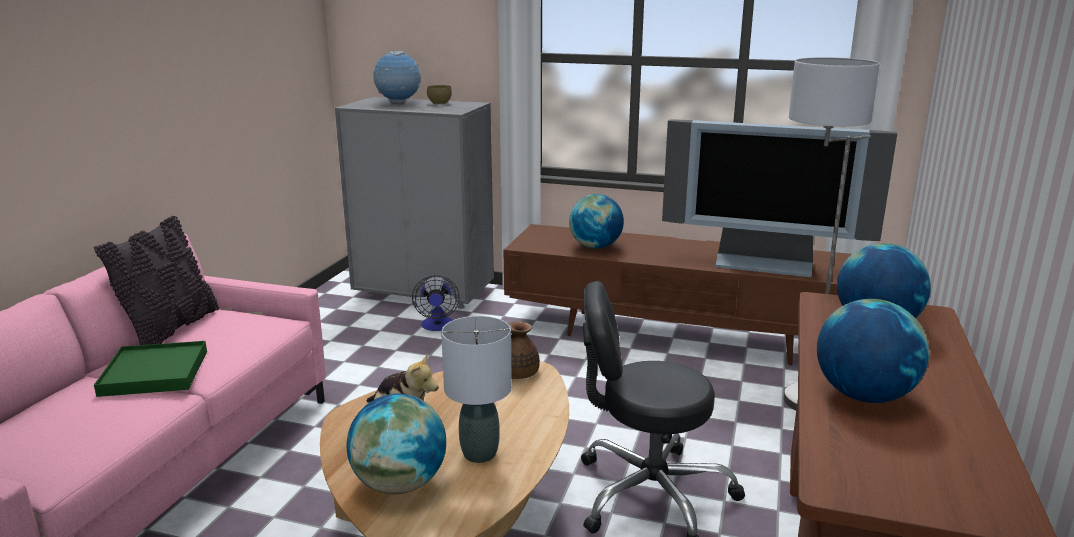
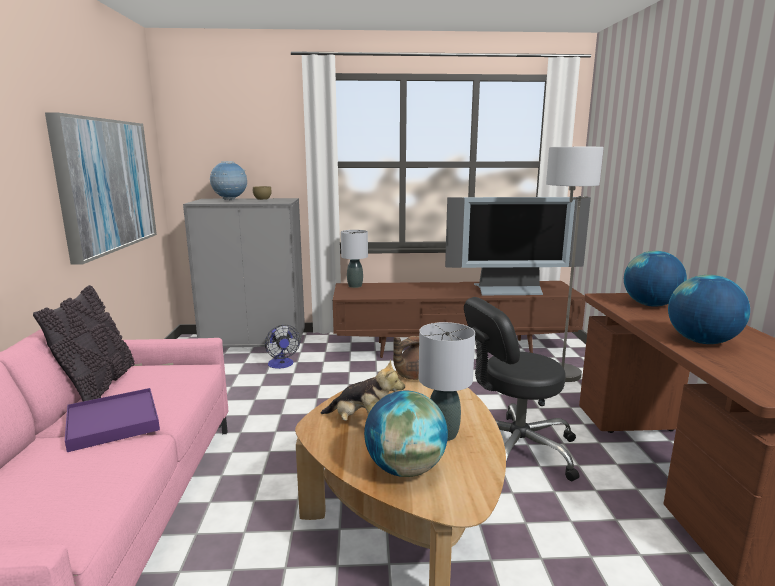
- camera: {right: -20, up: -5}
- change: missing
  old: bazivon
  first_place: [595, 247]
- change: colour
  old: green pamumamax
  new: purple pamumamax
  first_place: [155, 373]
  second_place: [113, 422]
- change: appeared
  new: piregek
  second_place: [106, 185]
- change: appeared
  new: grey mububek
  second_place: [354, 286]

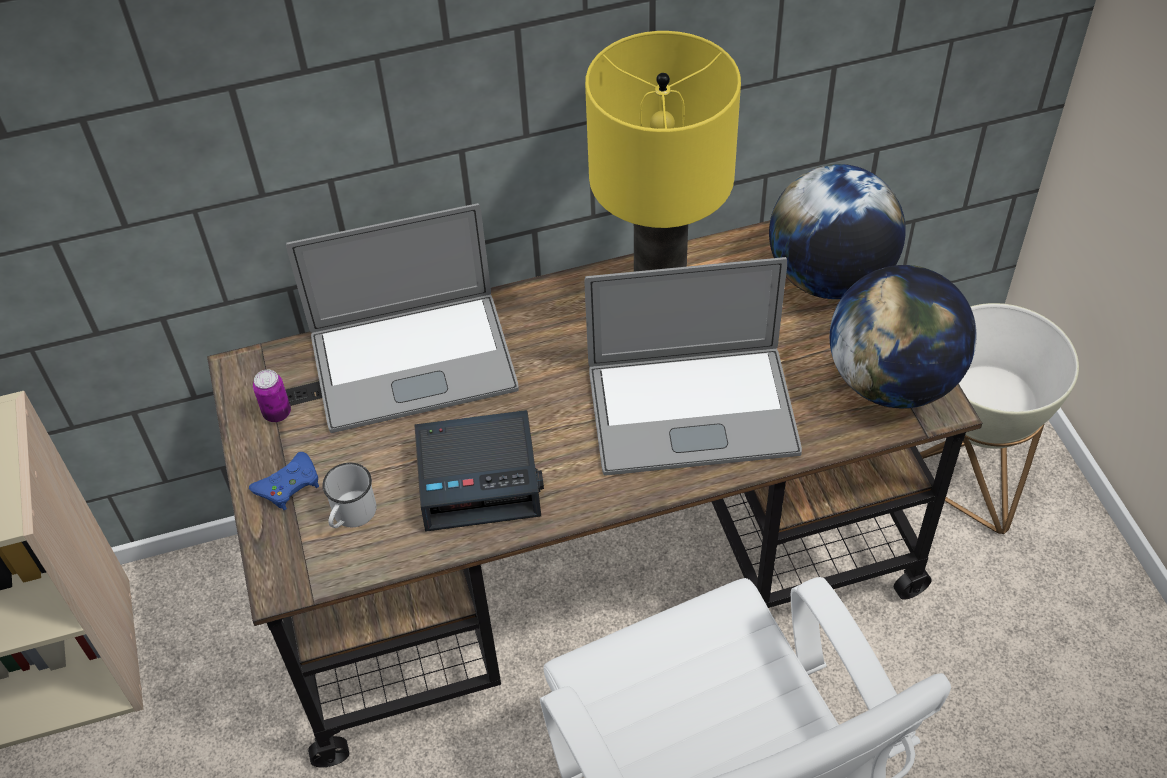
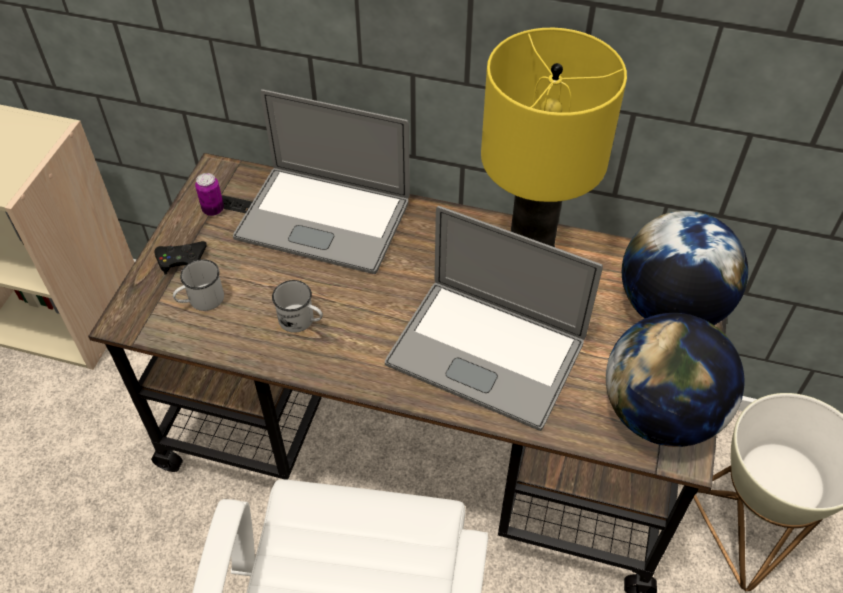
- camera: {right: 30, up: 0}
- change: exchanged
  old: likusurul
  new: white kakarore
  first_place: [480, 478]
  second_place: [301, 321]
- change: colour
  old: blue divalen
  new: black divalen
  first_place: [288, 485]
  second_place: [181, 260]

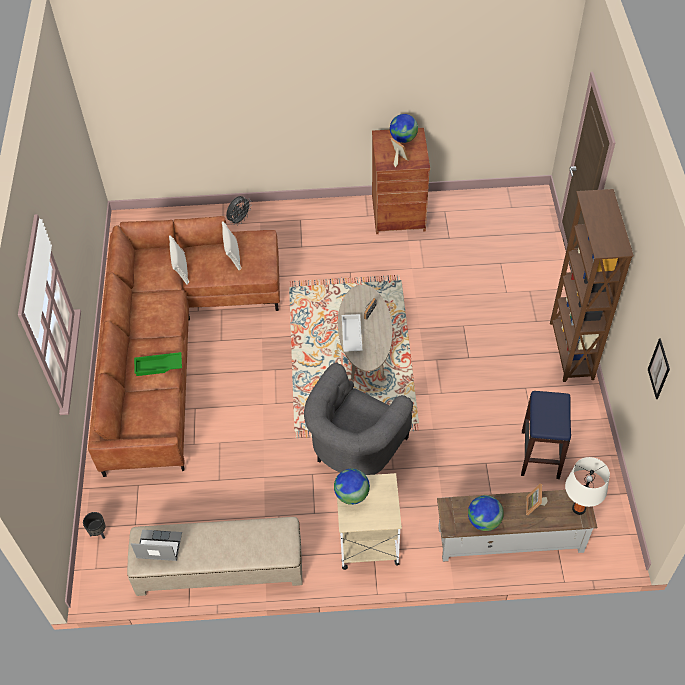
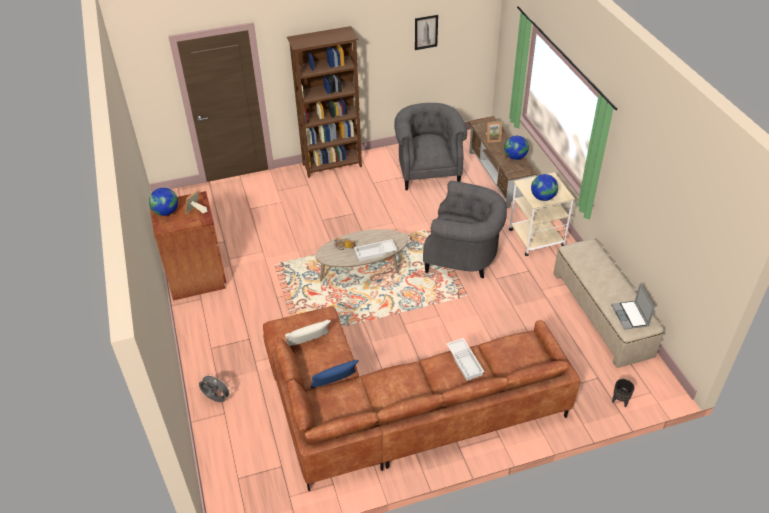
- camera: {right: -105, up: -10}
- change: colour
  old: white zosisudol
  new: blue zosisudol
  first_place: [180, 269]
  second_place: [335, 383]
- change: colour
  old: green pamumamax
  new: white pamumamax
  first_place: [158, 367]
  second_place: [465, 361]
- change: exchanged
  old: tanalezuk
  new: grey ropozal
  first_place: [540, 455]
  second_place: [428, 170]
- change: missing
  old: white mububek
  first_place: [578, 508]

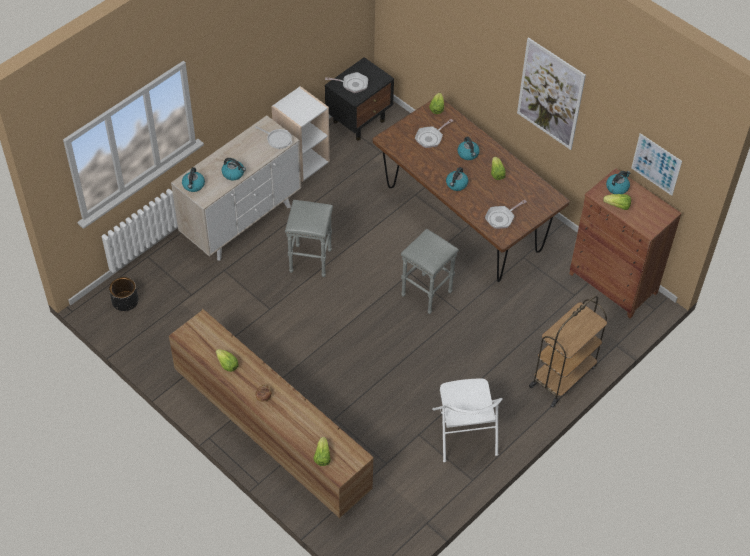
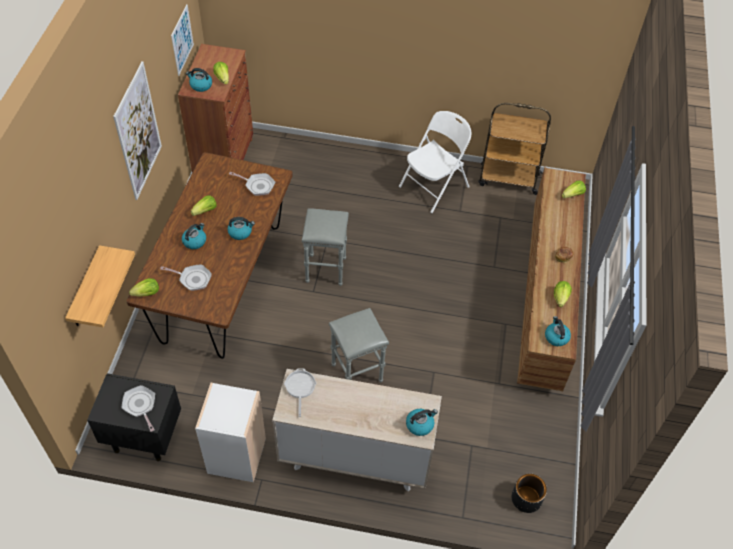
- camera: {right: -125, up: 0}
- change: relocated
  old: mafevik
  first_place: [233, 173]
  second_place: [556, 337]
- change: relocated
  old: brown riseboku
  first_place: [564, 376]
  second_place: [507, 179]
- change: appeared
  new: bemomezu
  second_place: [86, 289]

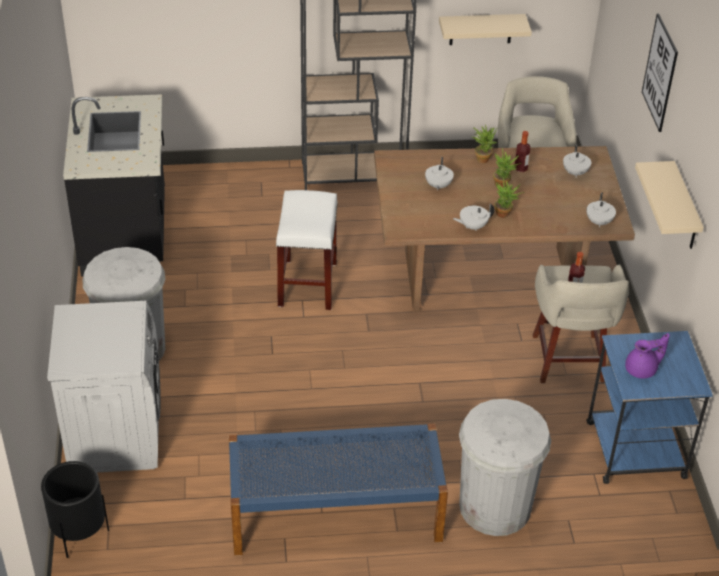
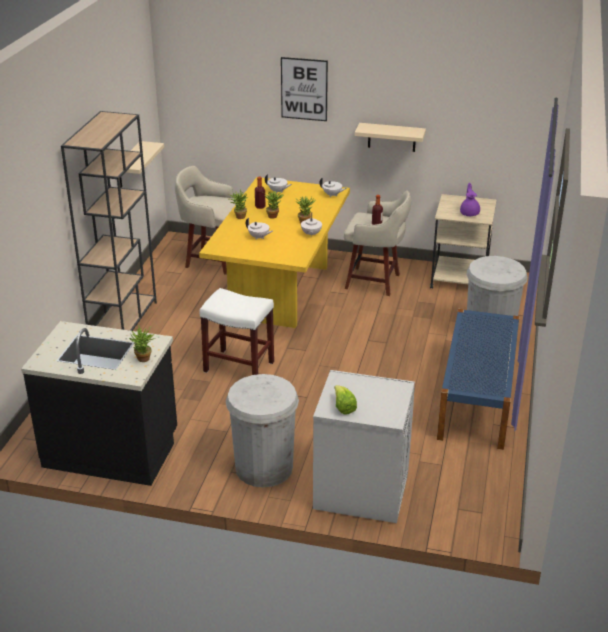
- camera: {right: -70, up: -10}
- change: colour
  old: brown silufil
  new: yellow silufil
  first_place: [489, 279]
  second_place: [280, 292]
- change: colour
  old: blue riseboku
  new: beige riseboku
  first_place: [635, 451]
  second_place: [460, 279]
- change: missing
  old: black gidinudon
  first_place: [79, 535]
- change: appeared
  new: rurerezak
  second_place: [144, 360]
- change: appeared
  new: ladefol
  second_place: [343, 407]

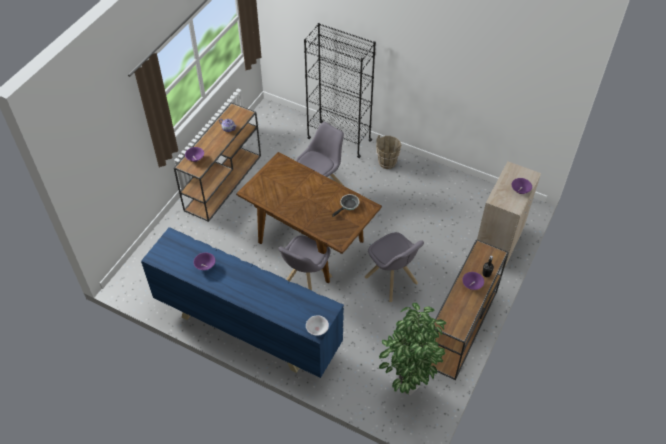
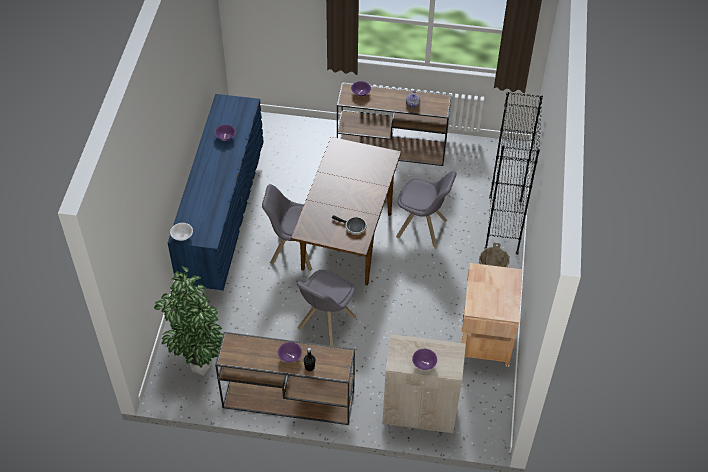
- camera: {right: 70, up: 0}
- change: appeared
  new: brown riseboku
  second_place: [485, 341]

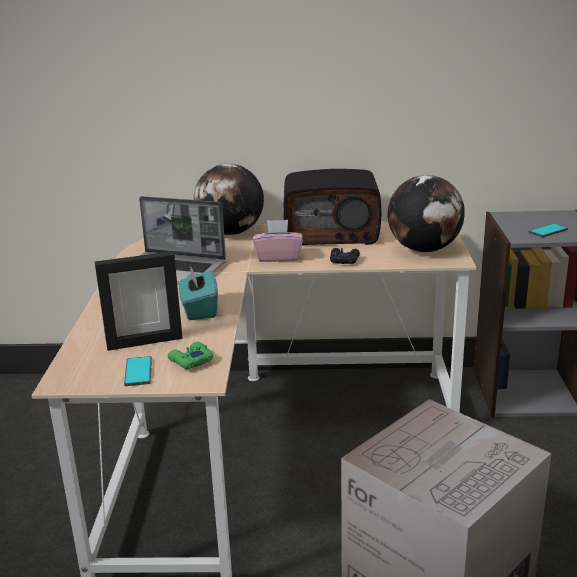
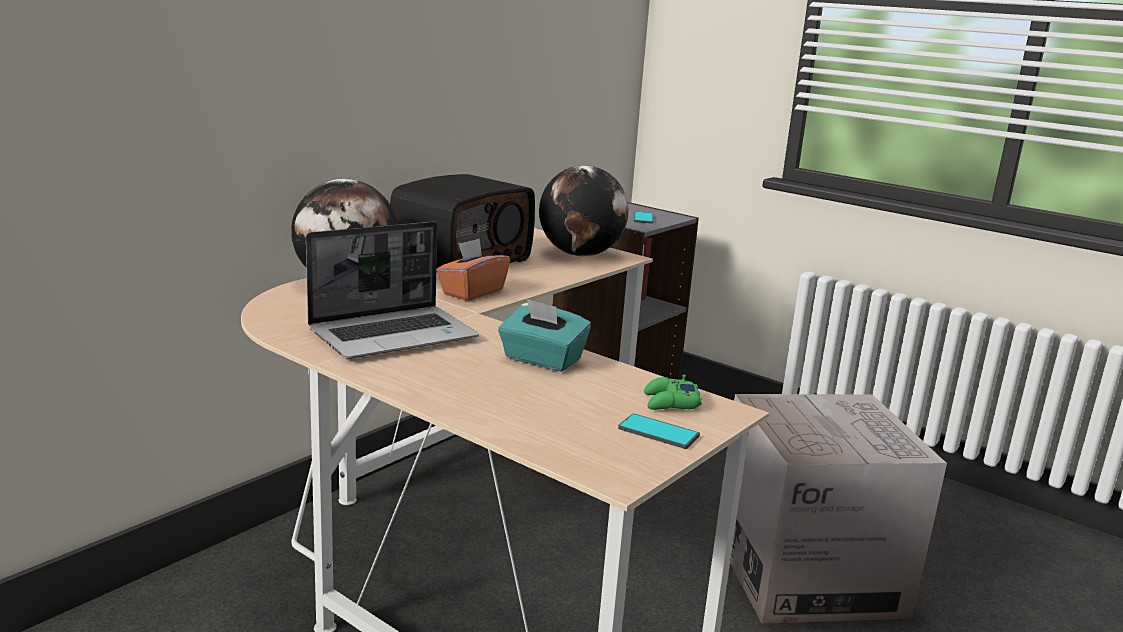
- camera: {right: -55, up: -5}
- change: colour
  old: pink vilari
  new: orange vilari
  first_place: [278, 257]
  second_place: [472, 292]
- change: missing
  old: black divalen
  first_place: [344, 260]
- change: missing
  old: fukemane
  first_place: [144, 341]

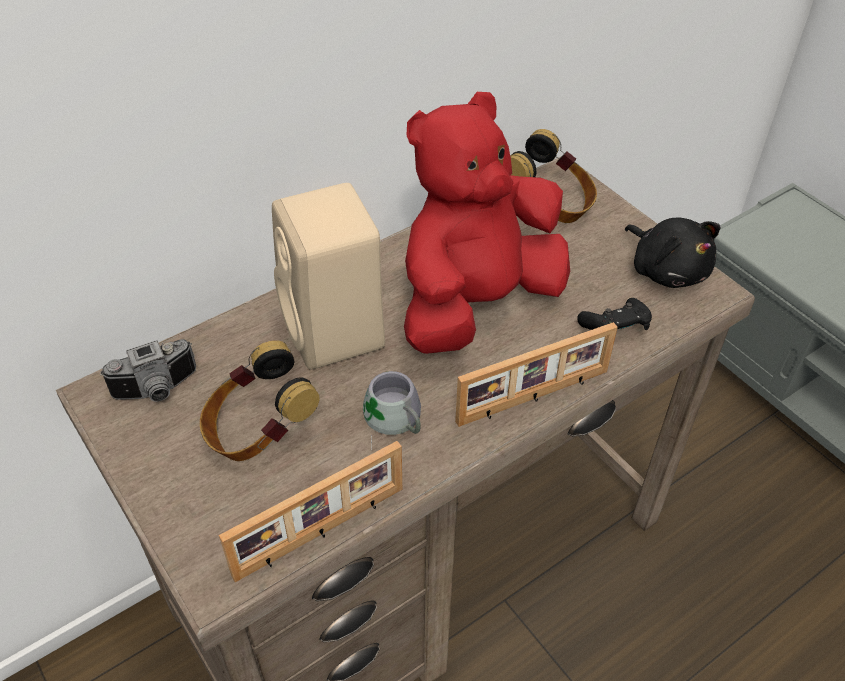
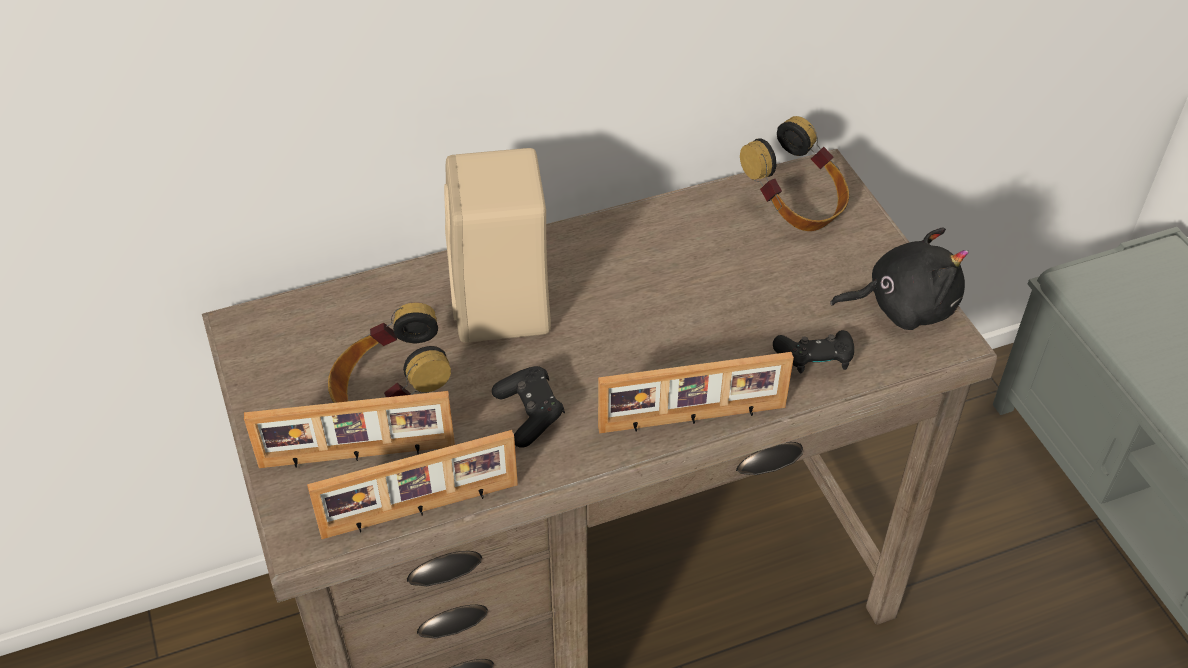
- camera: {right: 15, up: 0}
- change: missing
  old: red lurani
  first_place: [476, 303]
- change: spun
  old: black lurani
  first_place: [667, 269]
  second_place: [903, 306]
  degrees: -75
- change: missing
  old: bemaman
  first_place: [157, 391]
- change: exchanged
  old: grey kakarore
  new: black divalen
  first_place: [391, 422]
  second_place: [530, 414]
- change: appeared
  new: fukemane
  second_place: [357, 456]

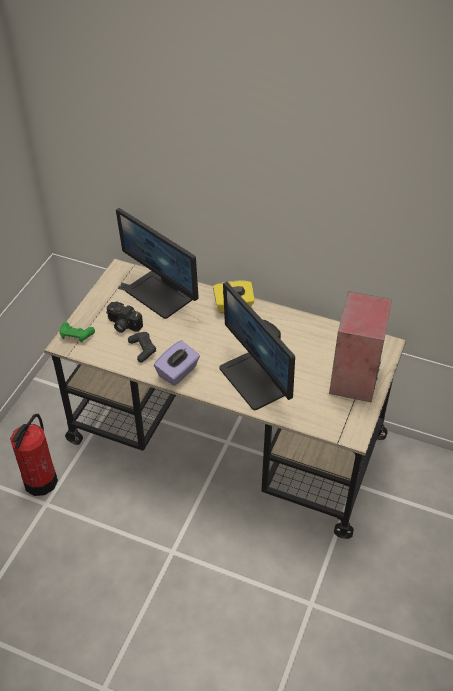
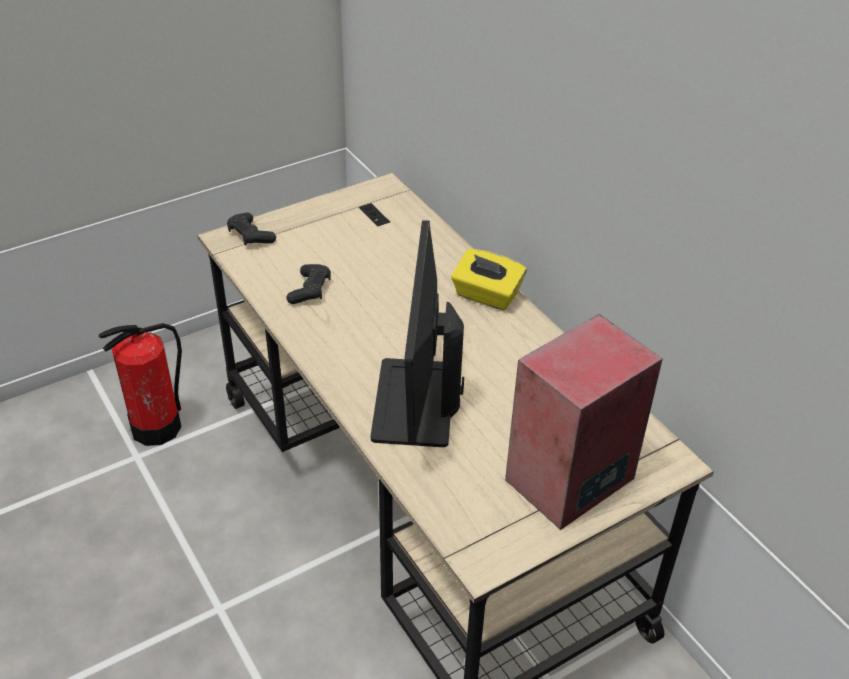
- camera: {right: 35, up: -5}
- change: missing
  old: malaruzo
  first_place: [160, 294]
- change: missing
  old: bemaman
  first_place: [122, 325]
- change: colour
  old: green divalen
  new: black divalen
  first_place: [76, 335]
  second_place: [250, 236]
- change: missing
  old: purple vilari
  first_place: [178, 372]

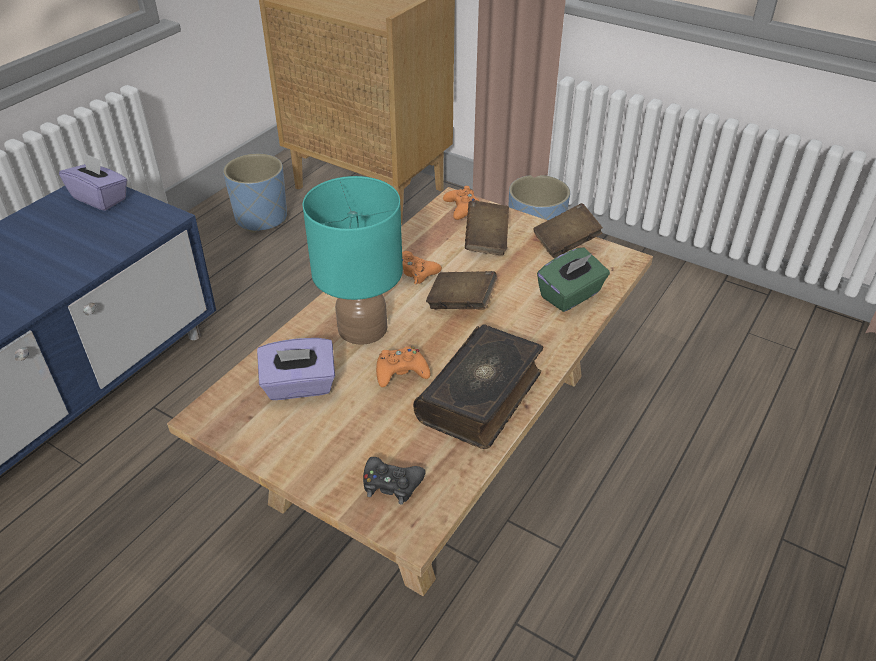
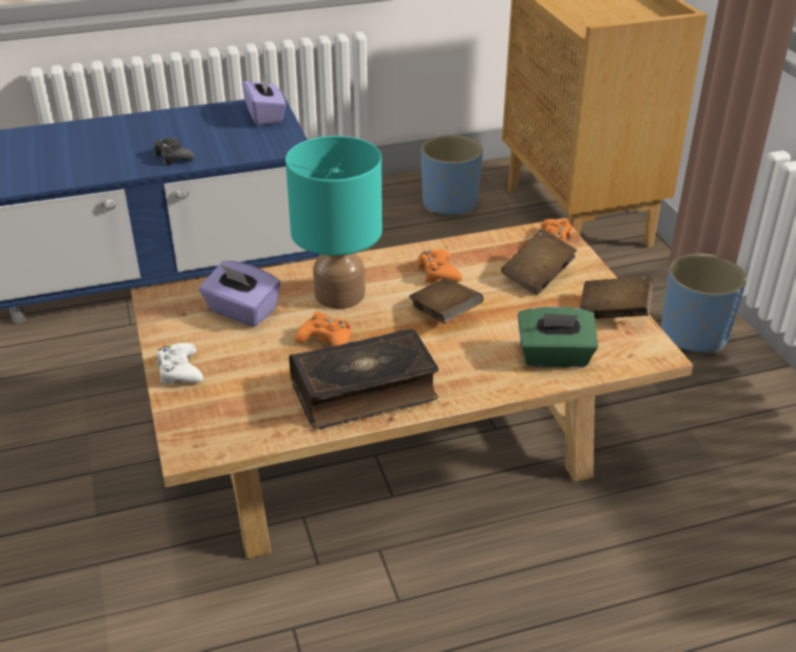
- camera: {right: 40, up: -5}
- change: relocated
  old: black divalen
  first_place: [391, 484]
  second_place: [173, 157]
- change: appeared
  new: white divalen
  second_place: [179, 371]

